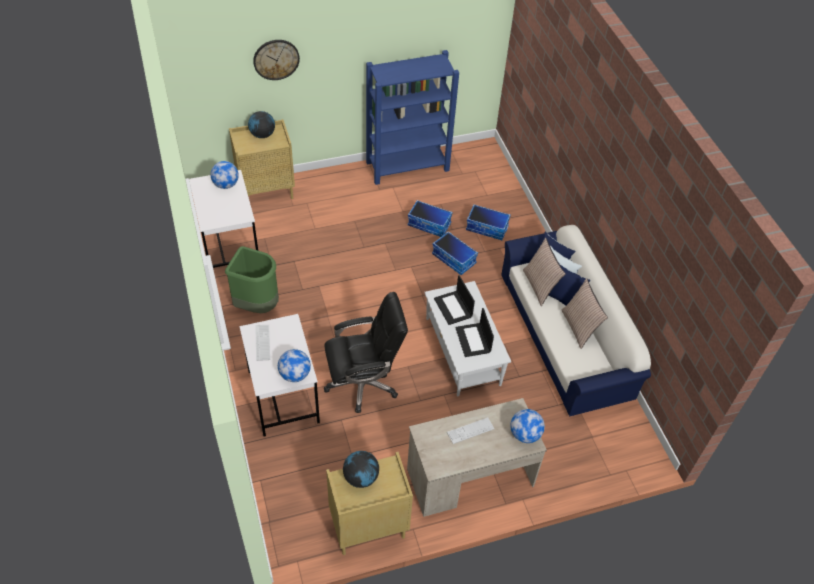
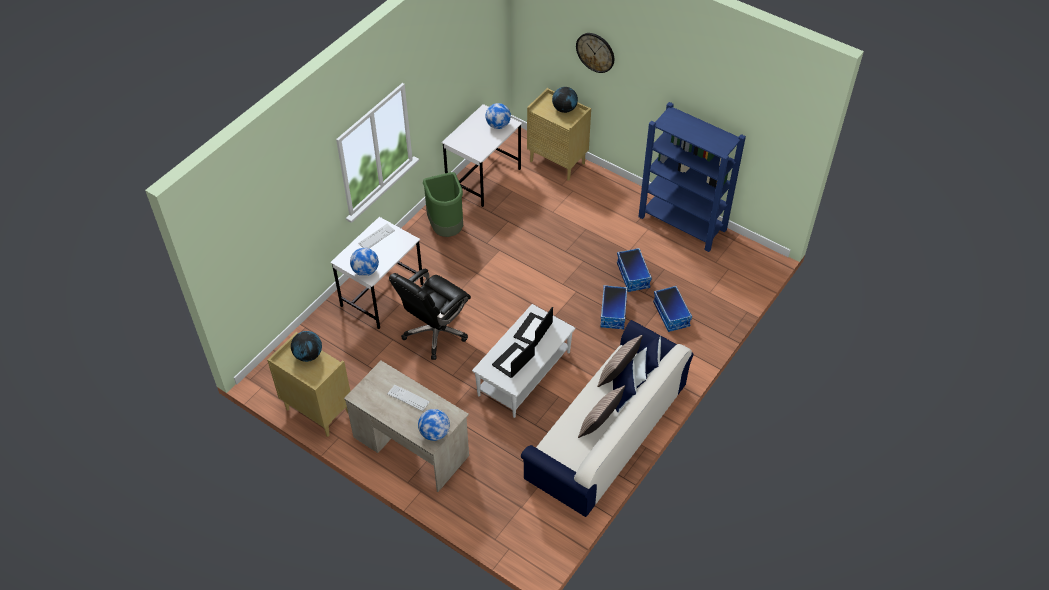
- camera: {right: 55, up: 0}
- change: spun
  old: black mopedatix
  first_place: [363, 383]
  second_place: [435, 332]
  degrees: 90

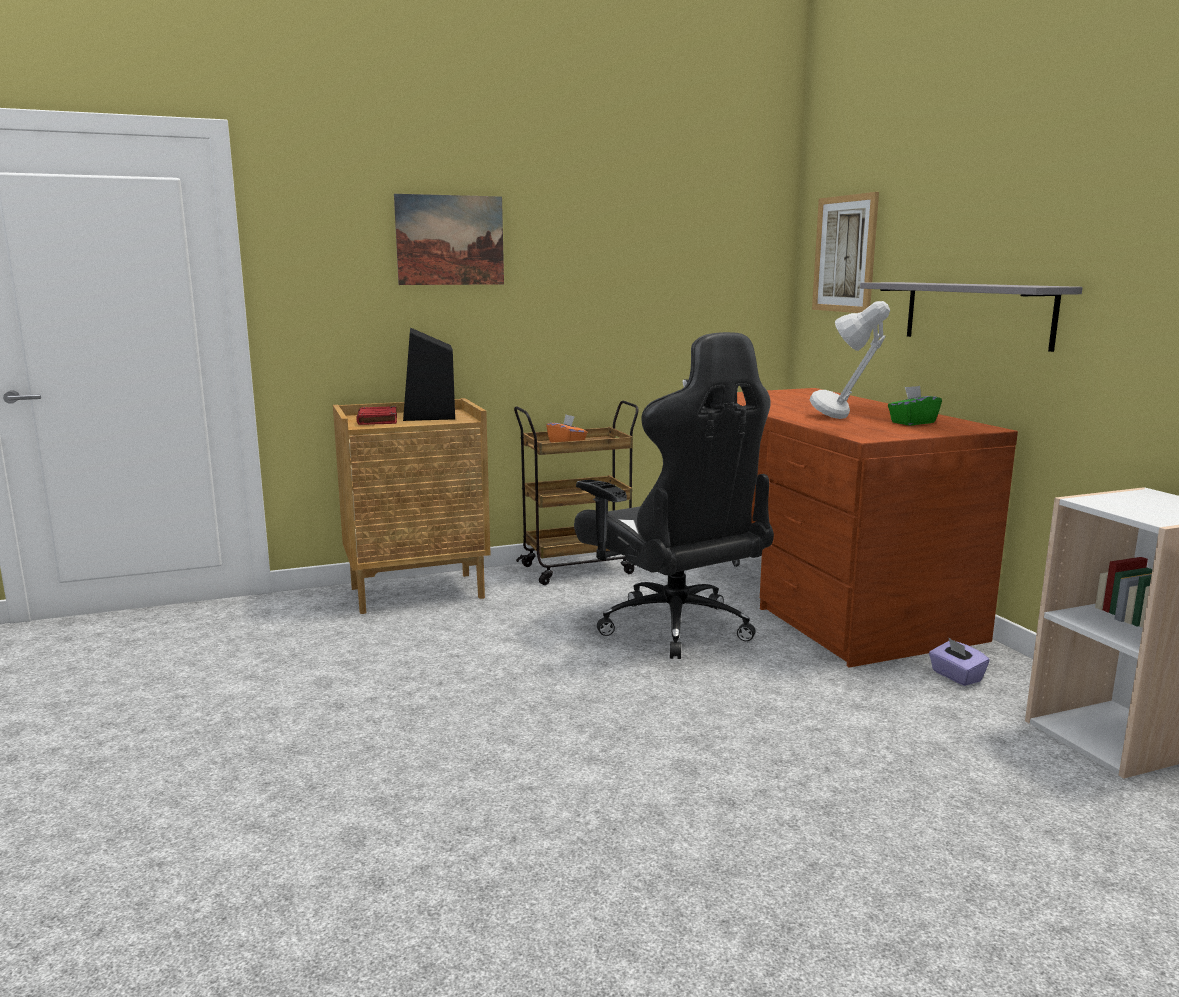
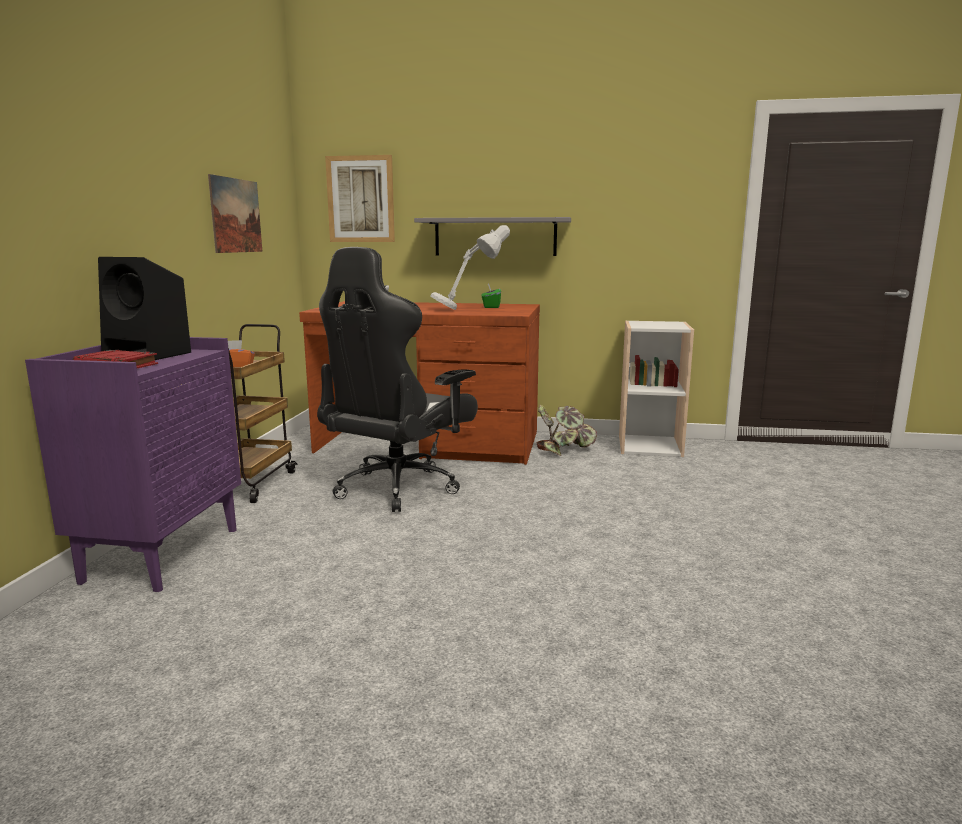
- camera: {right: -60, up: 0}
- change: relocated
  old: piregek
  first_place: [450, 240]
  second_place: [236, 215]
- change: spun
  old: black mopedatix
  first_place: [669, 624]
  second_place: [401, 486]
  degrees: 120
- change: colour
  old: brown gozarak
  new: purple gozarak
  first_place: [418, 592]
  second_place: [164, 554]
- change: exchanged
  old: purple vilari
  new: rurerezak
  first_place: [956, 676]
  second_place: [563, 449]

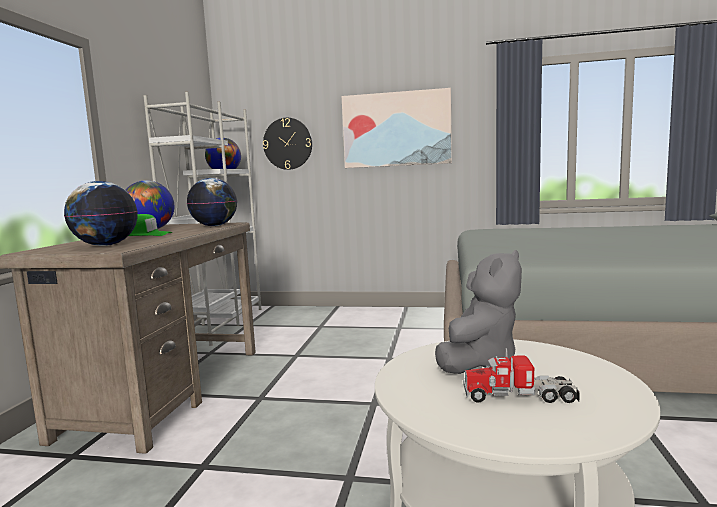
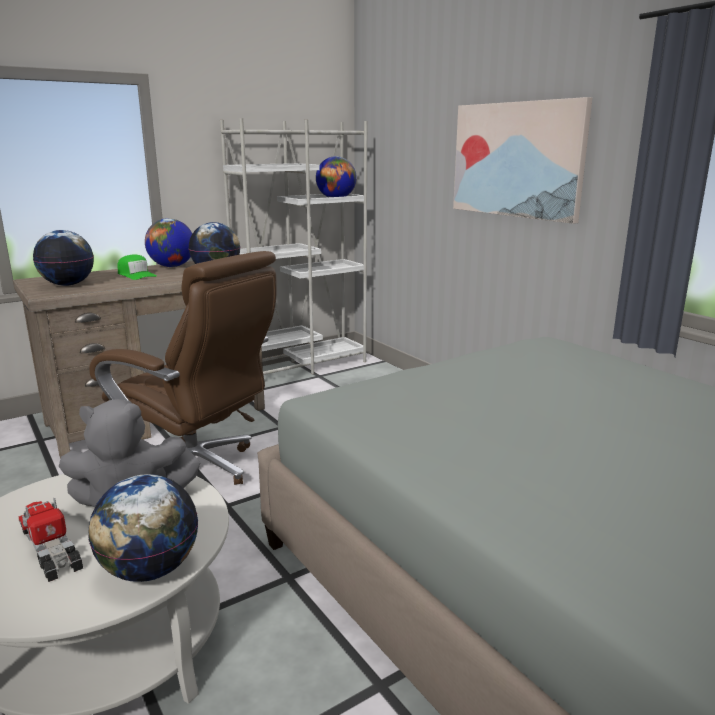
- camera: {right: 45, up: 10}
- change: missing
  old: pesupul
  first_place: [287, 143]
- change: appeared
  new: brown mopedatix
  second_place: [200, 472]
- change: appeared
  new: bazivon
  second_place: [149, 570]

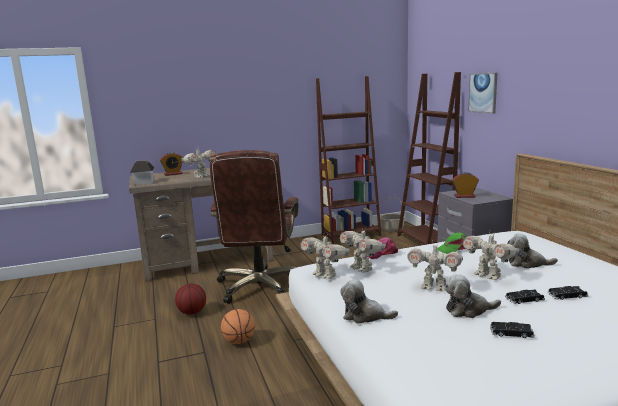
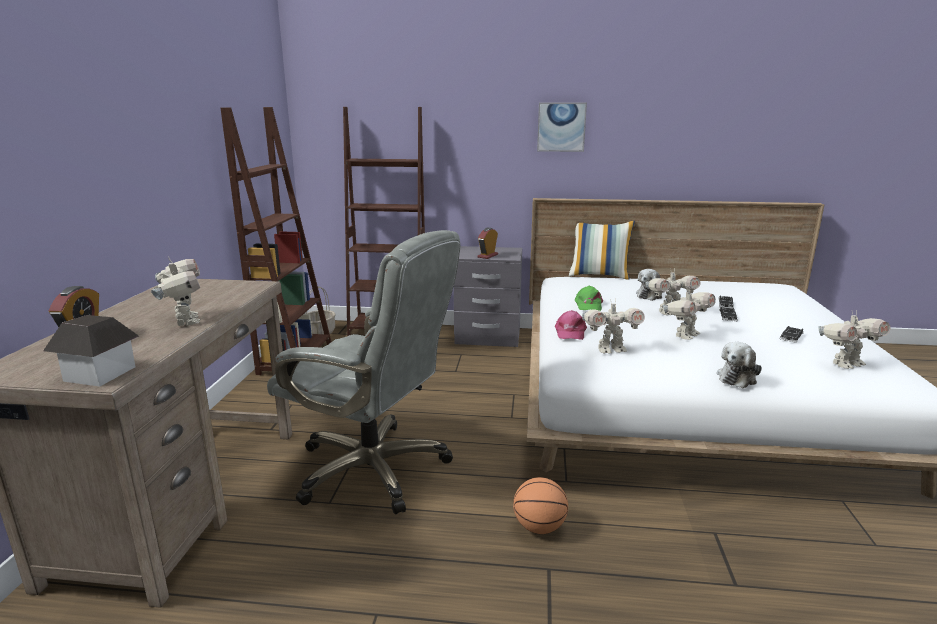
- camera: {right: -65, up: 5}
- change: relocated
  old: piregek
  first_place: [483, 92]
  second_place: [561, 127]
- change: colour
  old: brown mopedatix
  new: grey mopedatix
  first_place: [260, 286]
  second_place: [372, 468]
- change: relocated
  old: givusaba
  first_place: [325, 275]
  second_place: [846, 364]
- change: missing
  old: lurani
  first_place: [468, 310]
- change: missing
  old: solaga
  first_place: [192, 312]
- change: appeared
  new: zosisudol
  second_place: [599, 275]

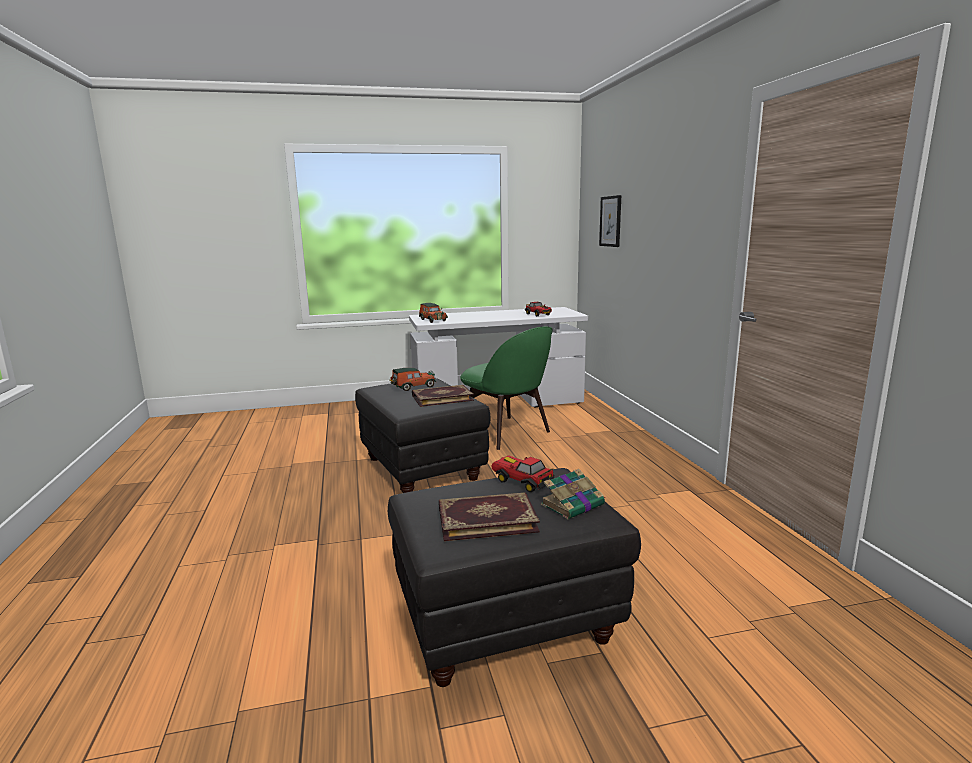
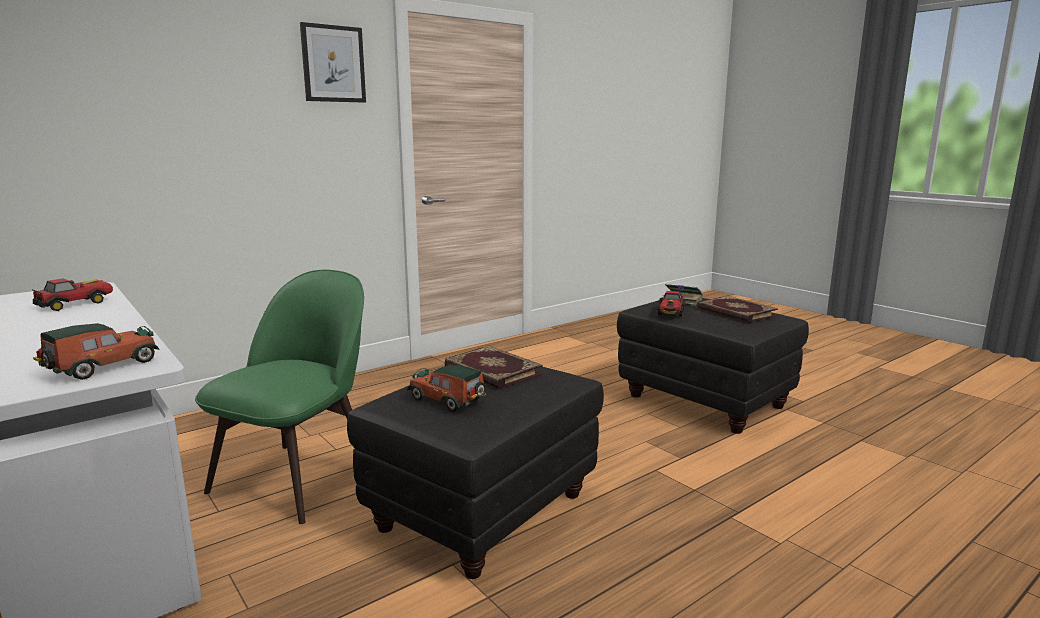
- camera: {right: -115, up: 0}
- change: relocated
  old: piregek
  first_place: [610, 221]
  second_place: [333, 64]

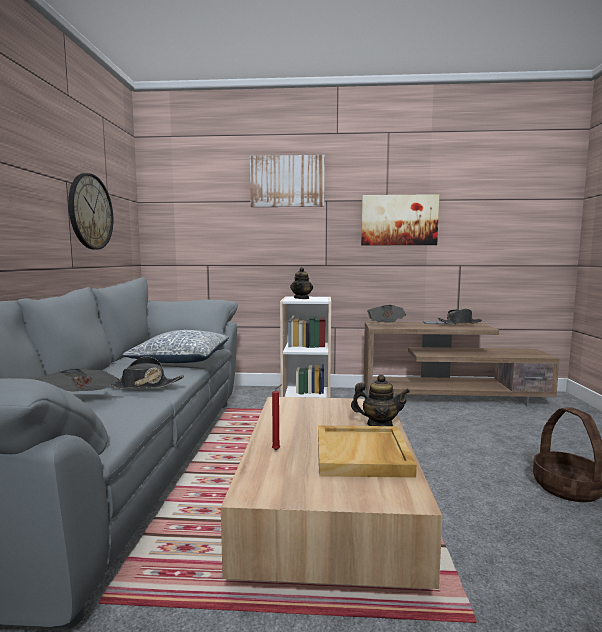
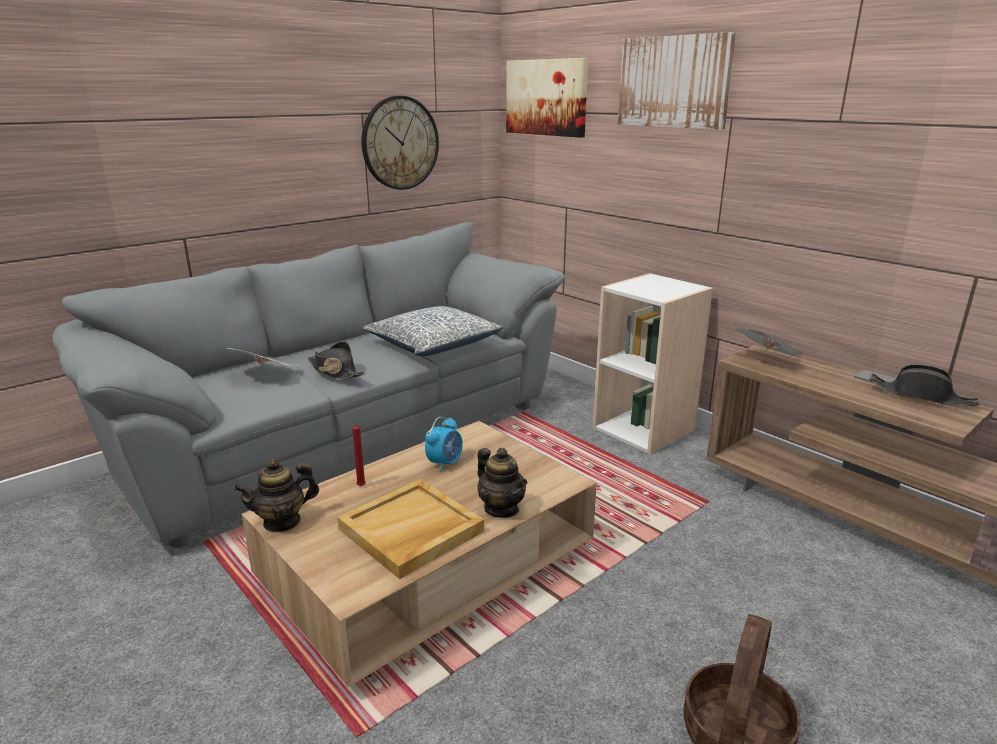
- camera: {right: 45, up: 15}
- change: relocated
  old: piregek
  first_place: [399, 220]
  second_place: [546, 97]
- change: relocated
  old: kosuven
  first_place: [302, 298]
  second_place: [282, 521]
- change: appeared
  new: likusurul
  second_place: [445, 463]

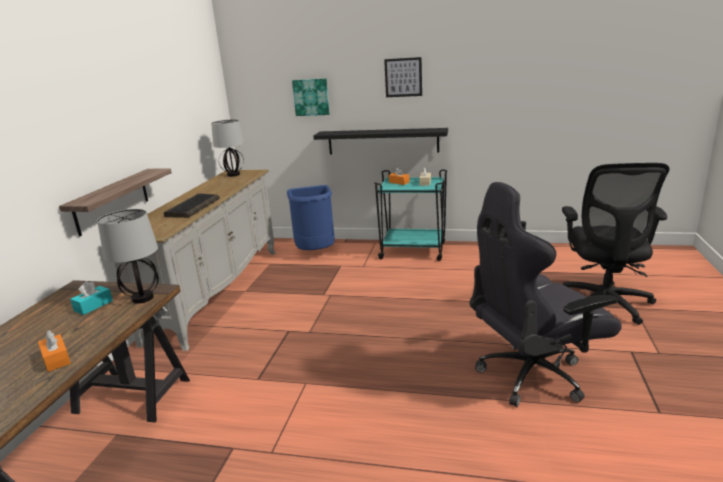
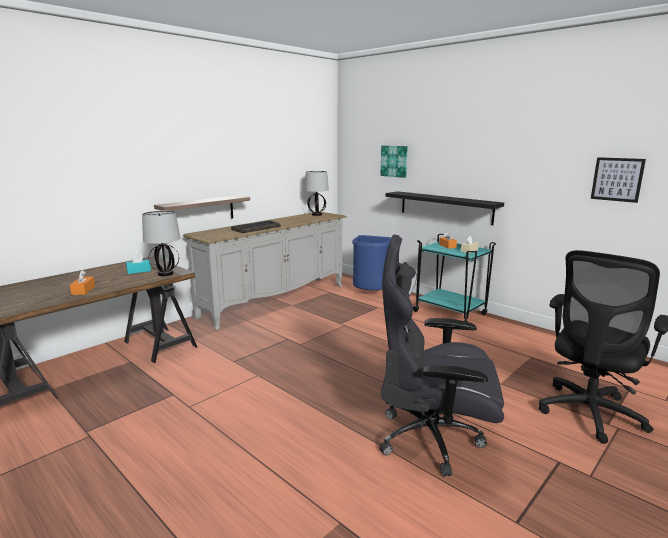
- camera: {right: 30, up: -5}
- change: relocated
  old: piregek
  first_place: [403, 77]
  second_place: [617, 179]

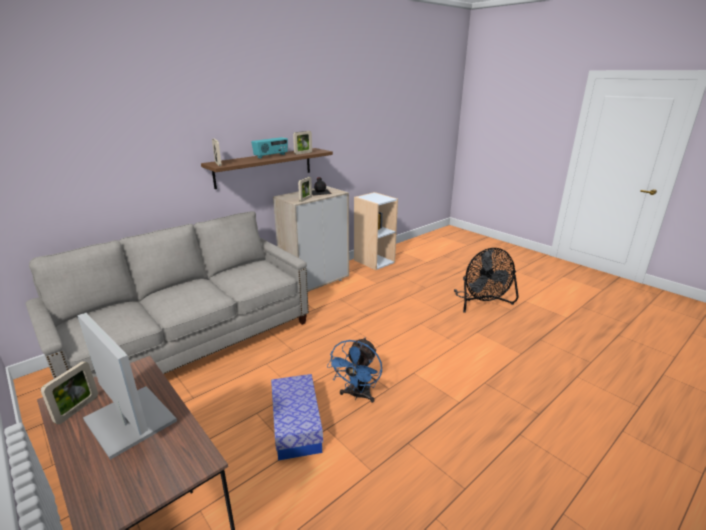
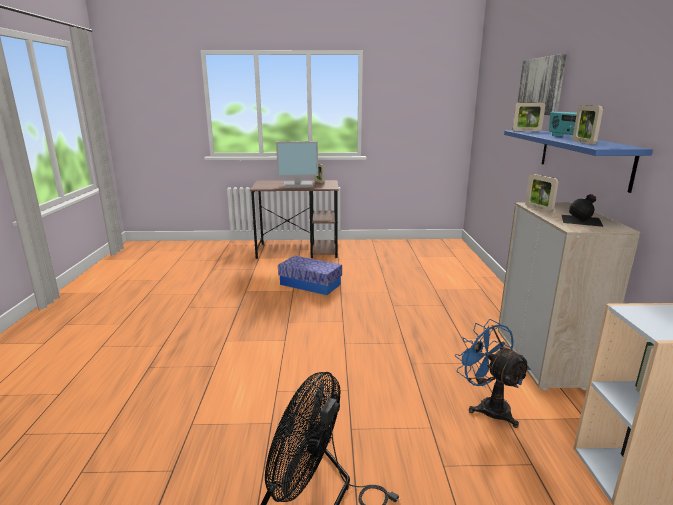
- camera: {right: 130, up: -5}
- change: colour
  old: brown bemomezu
  new: blue bemomezu
  first_place: [264, 167]
  second_place: [582, 157]
- change: missing
  old: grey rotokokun
  first_place: [192, 344]
- change: relocated
  old: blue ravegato
  first_place: [357, 395]
  second_place: [488, 406]
- change: appeared
  new: piregek
  second_place: [541, 86]

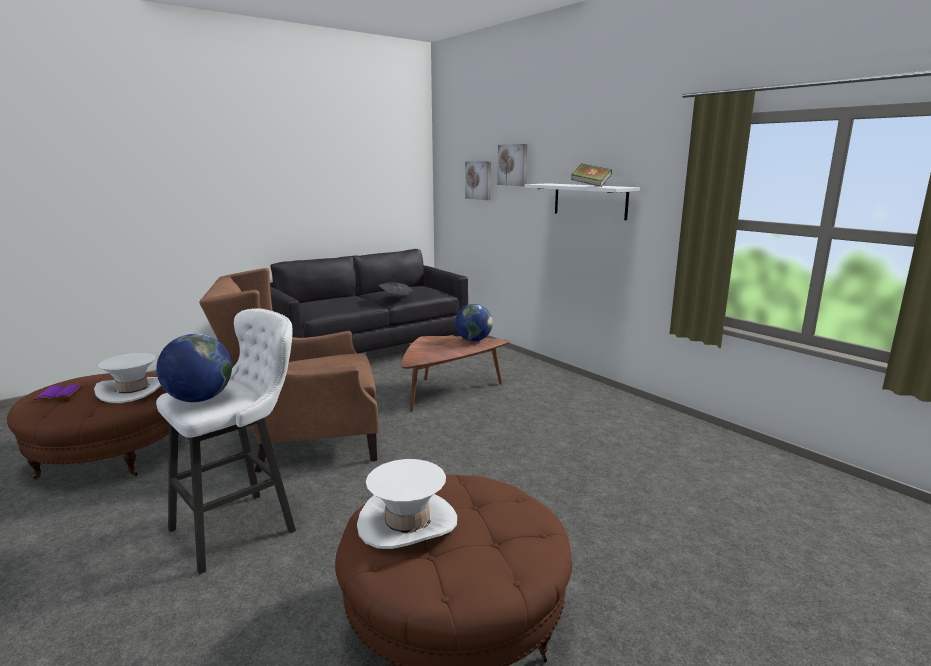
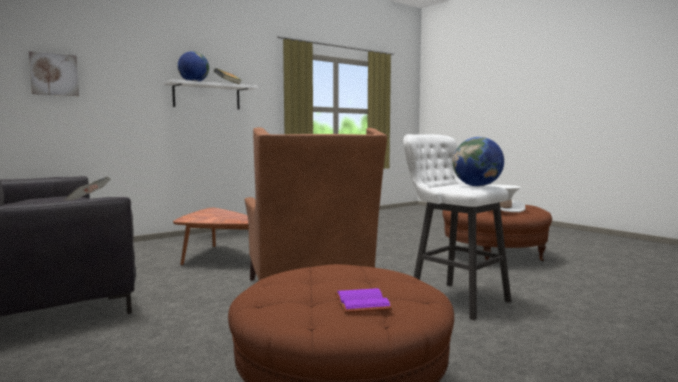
- camera: {right: -90, up: -10}
- change: missing
  old: piregek
  first_place: [513, 165]
- change: relocated
  old: bazivon
  first_place: [473, 340]
  second_place: [194, 82]
- change: missing
  old: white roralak
  first_place: [132, 390]

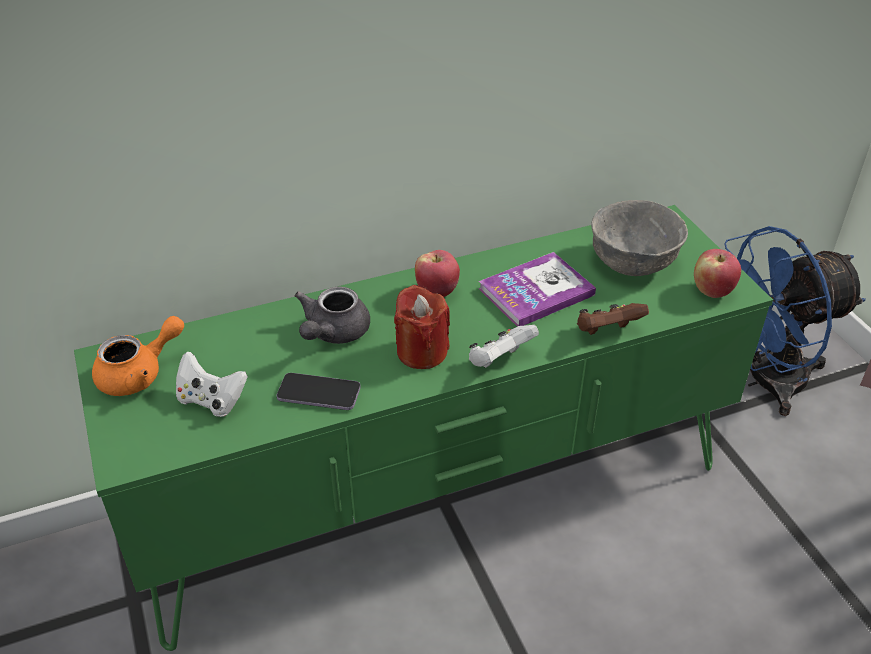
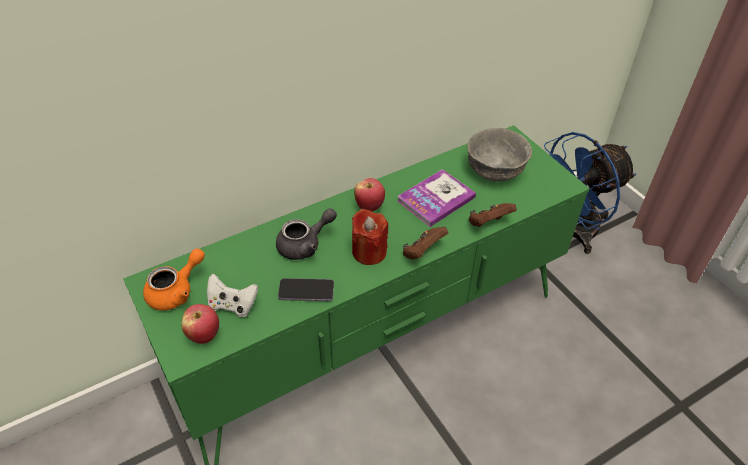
- camera: {right: -10, up: 5}
- change: relocated
  old: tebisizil
  first_place: [712, 291]
  second_place: [203, 335]
- change: spun
  old: grey kosuven
  first_place: [333, 333]
  second_place: [305, 245]
  degrees: -135
- change: colour
  old: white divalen
  new: brown divalen
  first_place: [499, 360]
  second_place: [422, 252]

